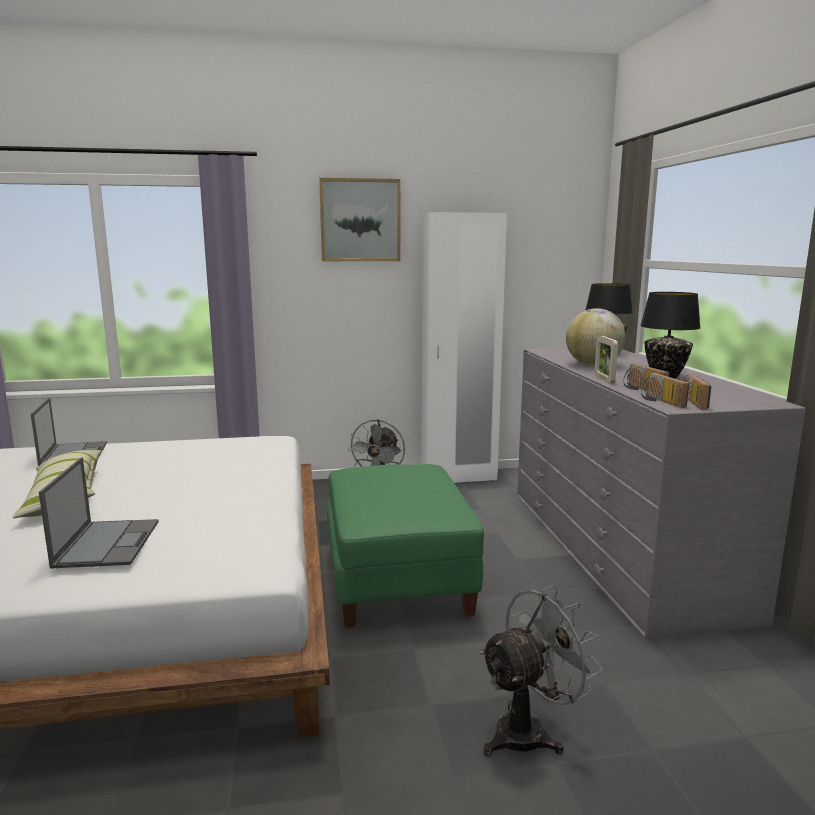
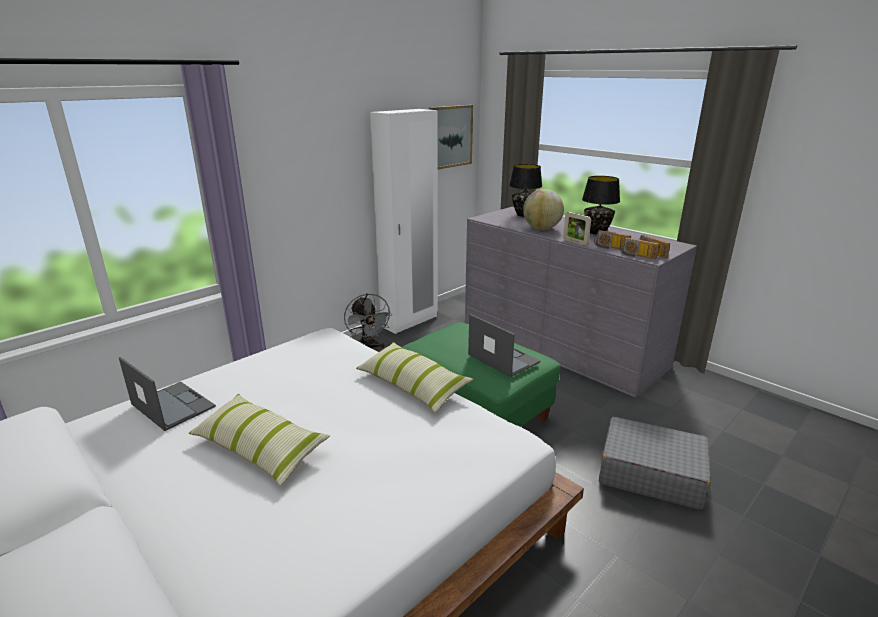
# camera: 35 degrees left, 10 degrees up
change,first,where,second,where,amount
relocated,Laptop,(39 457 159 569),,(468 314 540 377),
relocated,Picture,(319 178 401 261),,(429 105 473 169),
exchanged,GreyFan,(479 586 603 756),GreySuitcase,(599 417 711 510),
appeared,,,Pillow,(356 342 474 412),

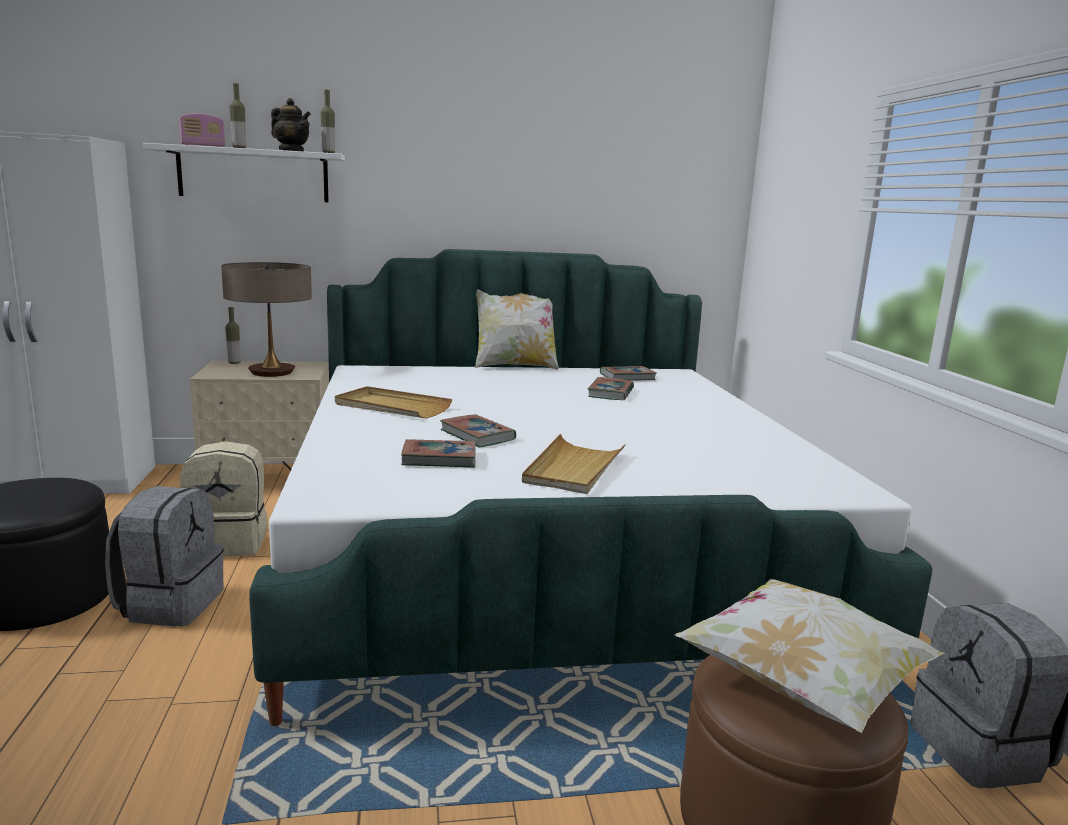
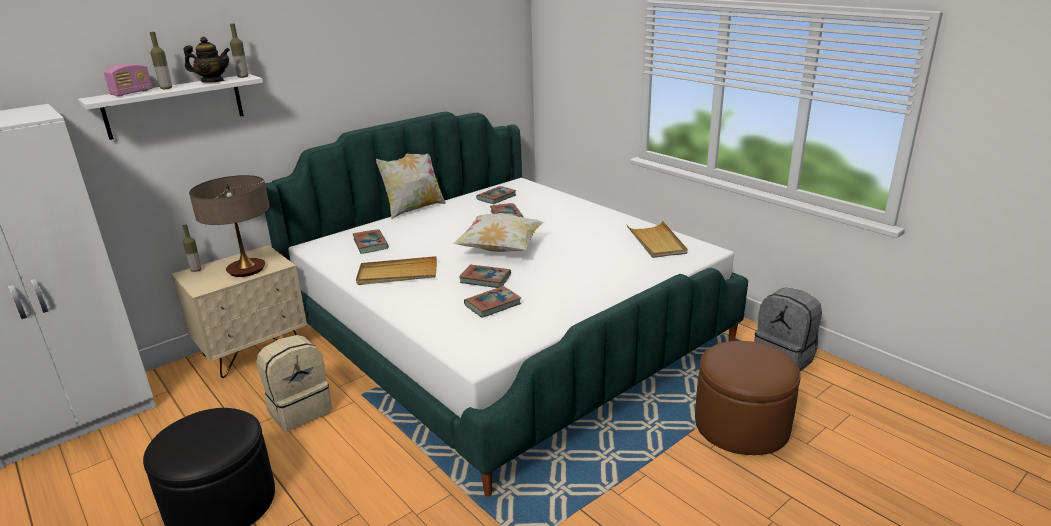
# camera: 30 degrees left, 10 degrees up
change,first,where,second,where,amount
missing,GreyBackpack,(105 486 224 626),,,
relocated,BeigeTray,(522 434 626 494),,(627 221 688 258),
relocated,Pillow,(674 579 944 733),,(453 213 544 252),
appeared,,,Book,(353 229 389 254),

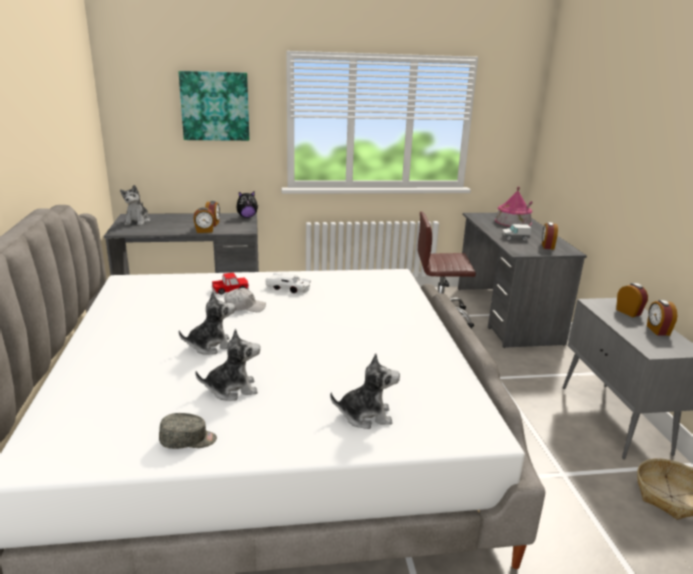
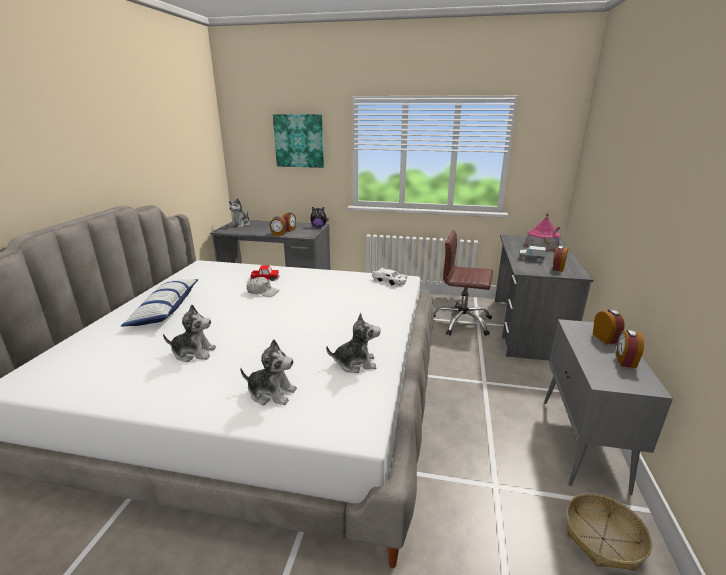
# camera: 20 degrees right, 0 degrees up
change,first,where,second,where,amount
missing,GreyCap,(159 413 217 449),,,
relocated,PlushToy,(179 291 235 355),,(326 313 381 373),
relocated,WhiteToyCar,(265 272 311 293),,(372 268 407 286),
appeared,,,Pillow,(121 279 198 327),

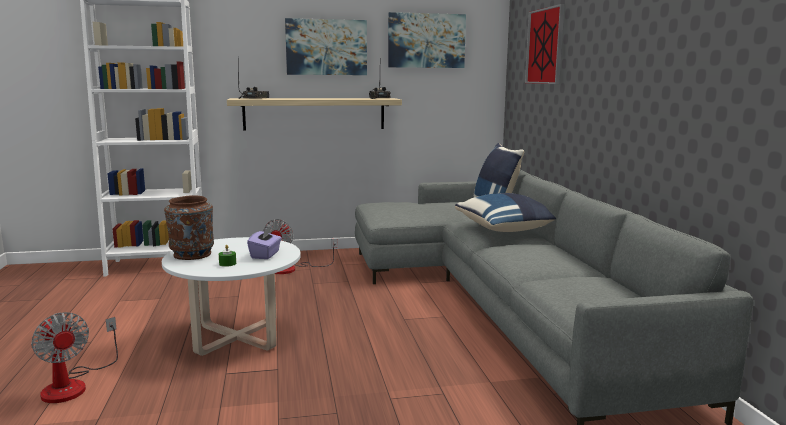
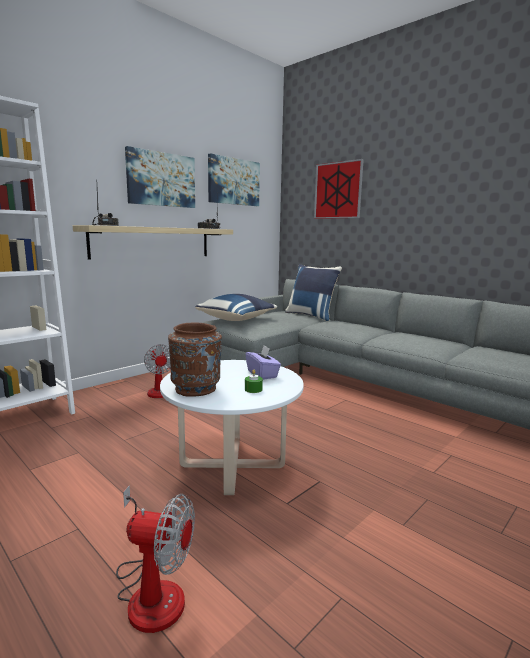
# camera: 35 degrees left, 0 degrees up
change,first,where,second,where,amount
relocated,BluePillow,(455 193 556 232),,(195 294 277 321),

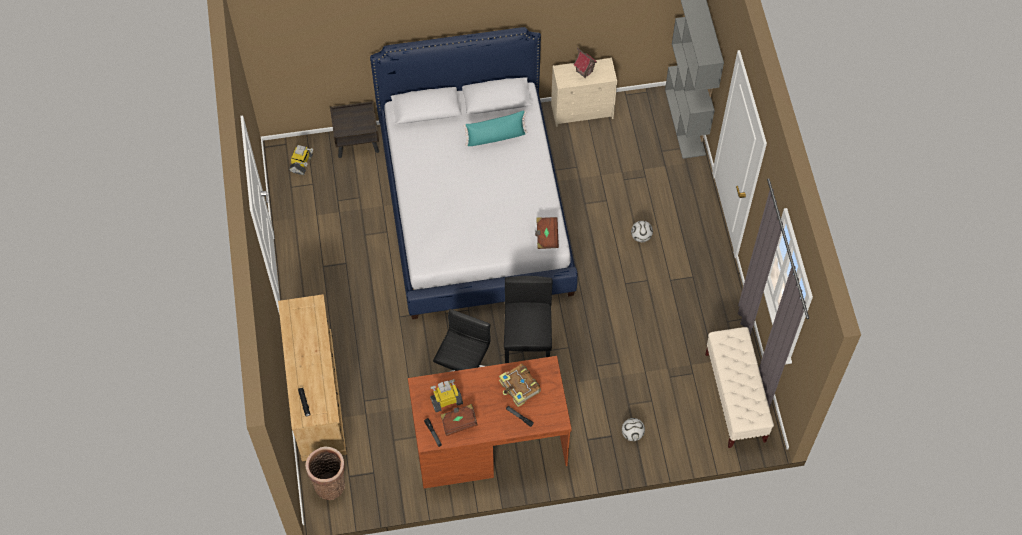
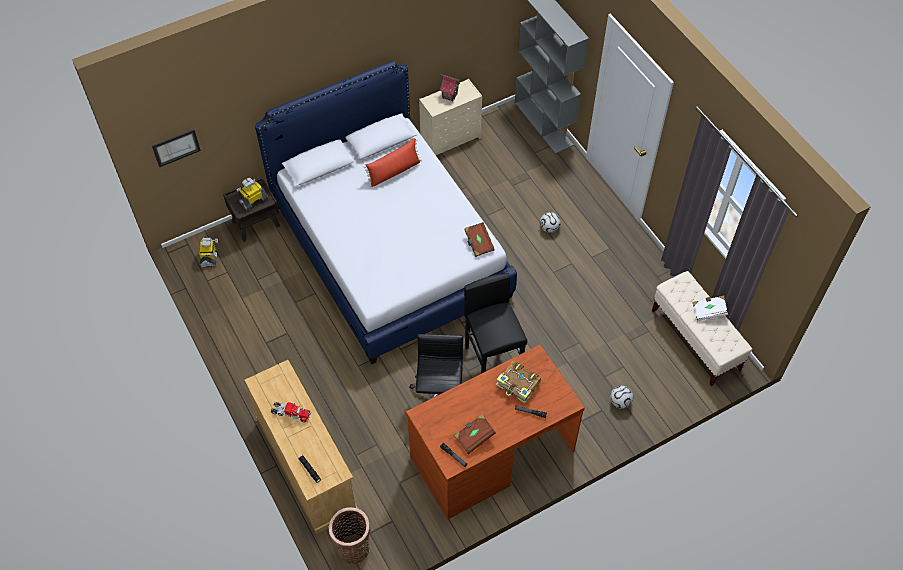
# camera: 20 degrees left, 5 degrees down
change,first,where,second,where,amount
relocated,ToyRobot,(430 379 463 412),,(236 178 268 210),
colour,TurquoisePillow,(463 111 527 146),RedPillow,(364 138 422 187),
appeared,,,Picture,(152 129 201 168),
appeared,,,ToyTruck,(271 402 311 423),
appeared,,,WhiteBook,(693 296 728 321),

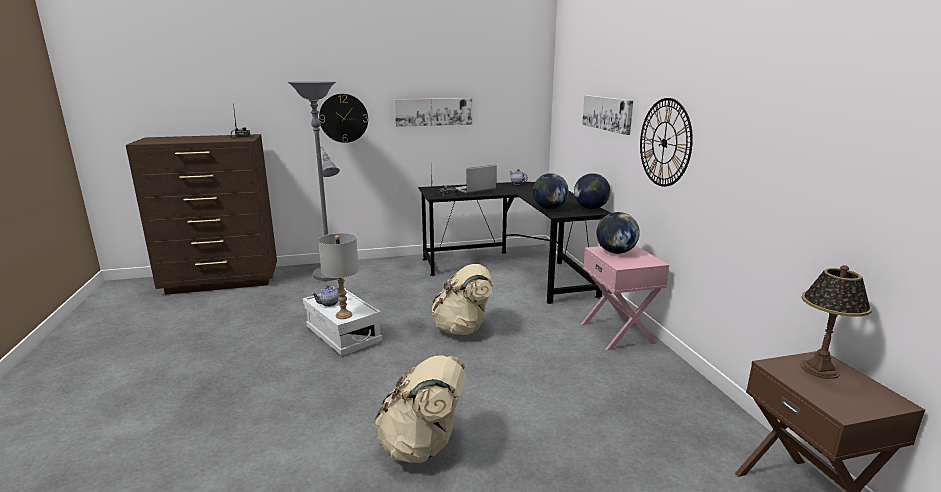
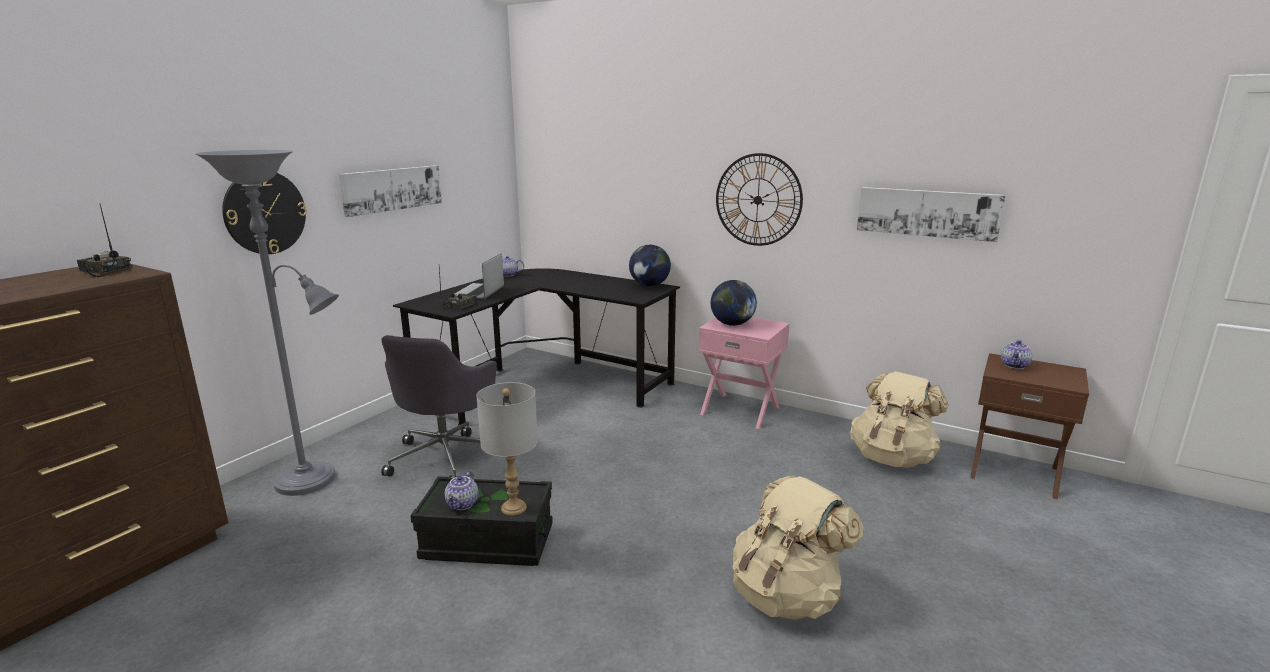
# camera: 45 degrees left, 0 degrees up
change,first,where,second,where,amount
colour,WhiteStorageBox,(303 288 382 356),BlackStorageBox,(410 476 553 566),
relocated,BeigeBackpack,(432 264 493 335),,(850 371 949 468),
missing,Globe,(533 173 569 209),,,
relocated,Picture,(582 95 633 135),,(857 187 1006 242),
exchanged,TableLamp,(800 265 872 379),Teapot,(1001 340 1032 369),
appeared,,,GreyOfficeChair,(381 335 497 478),

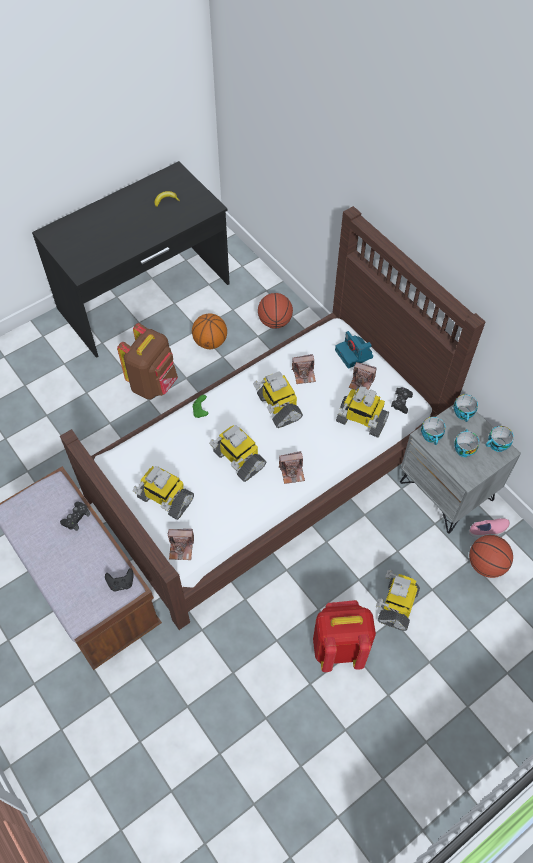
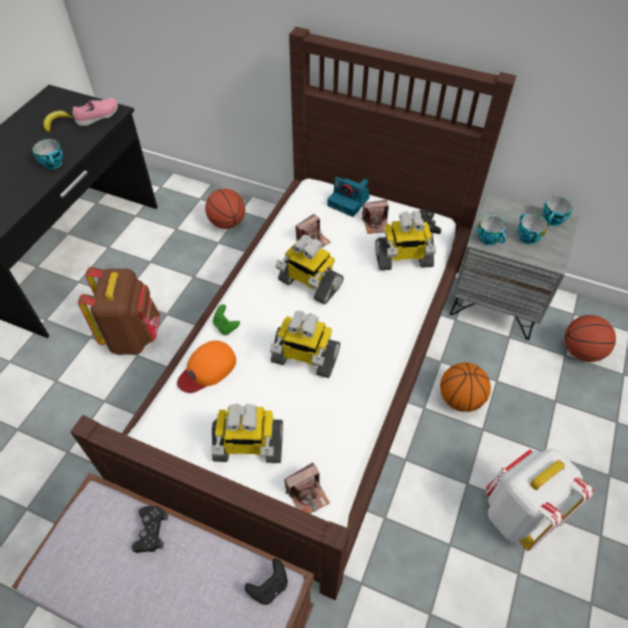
# camera: 30 degrees left, 5 degrees down
change,first,where,second,where,amount
relocated,Basketball,(192 313 227 349),,(440 363 491 412),
missing,PhotoCamera,(279 451 305 484),,,
colour,RedBackpack,(313 600 376 672),WhiteBackpack,(486 447 593 551),
missing,ToyRobot,(376 570 420 631),,,
relocated,Cup,(453 394 478 422),,(33 139 63 169),
relocated,PinkShoe,(469 518 510 537),,(73 98 118 127),
appeared,,,OrangeCap,(177 341 236 393),

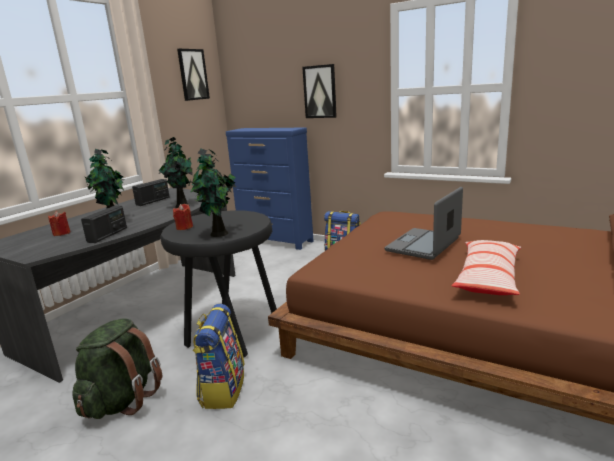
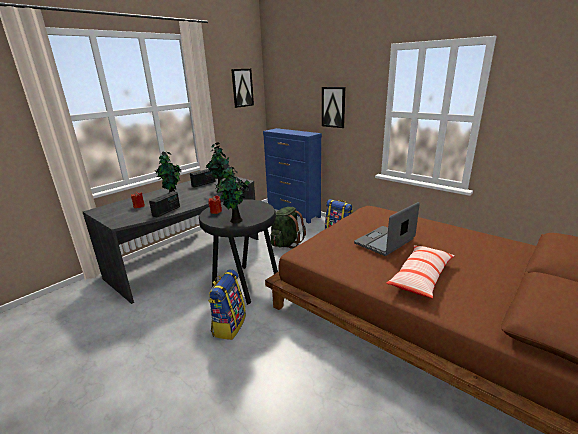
# camera: 10 degrees right, 5 degrees up
change,first,where,second,where,amount
relocated,GreenBackpack,(72 319 162 419),,(271 207 306 249),

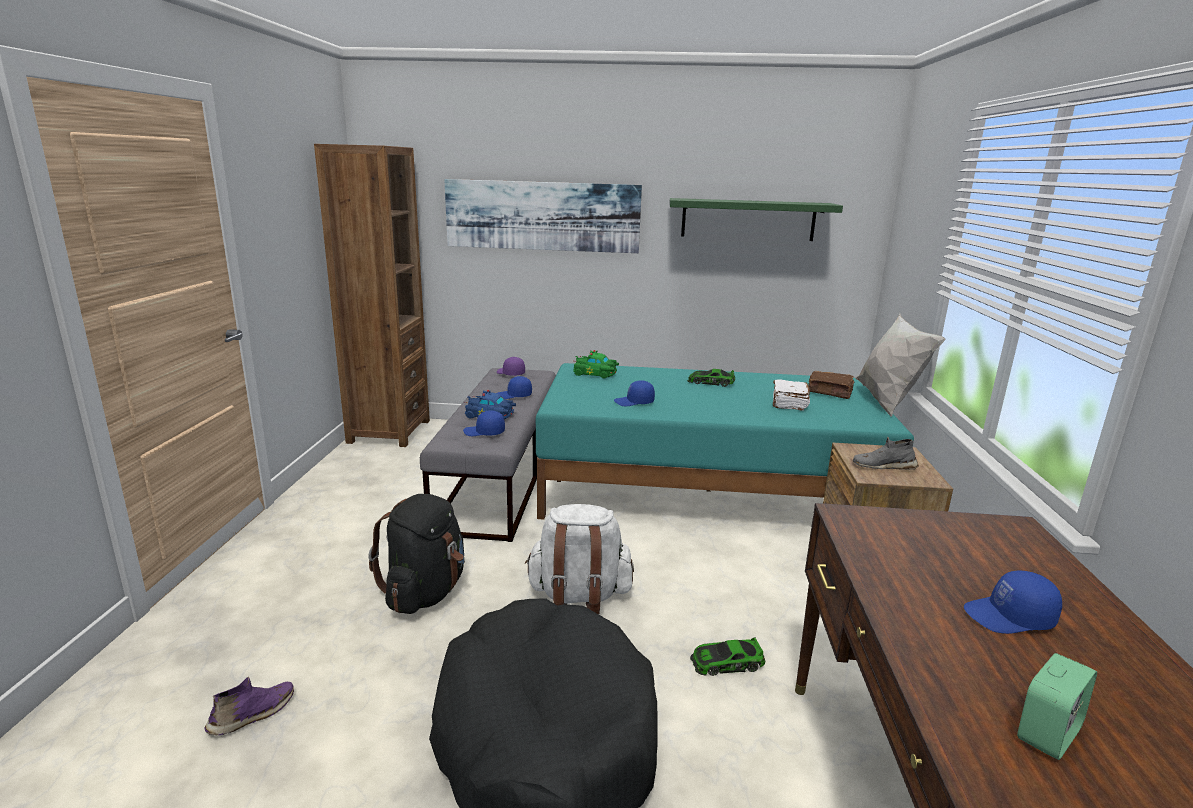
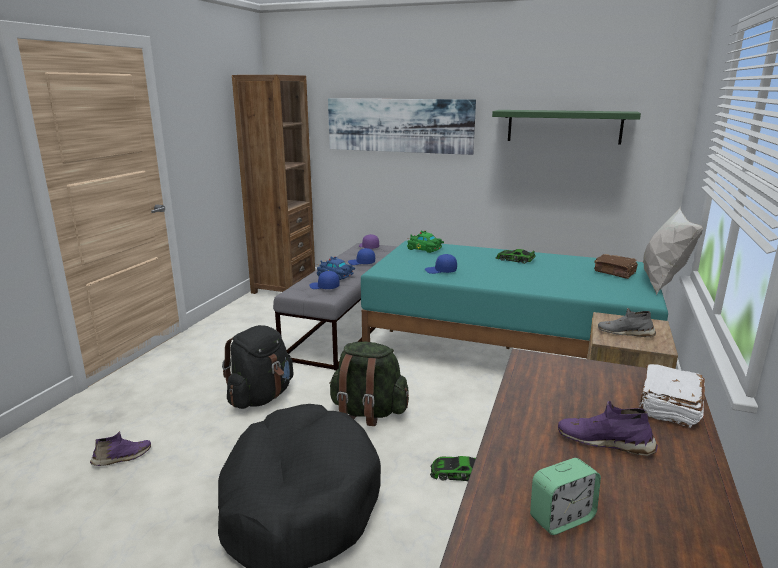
# camera: 15 degrees right, 0 degrees up
change,first,where,second,where,amount
colour,WhiteBackpack,(525 504 634 614),GreenBackpack,(329 342 409 426),
relocated,WhiteBook,(772 379 810 411),,(639 364 705 428),
exchanged,BlueCap,(964 571 1062 634),PurpleShoe,(558 401 658 456),

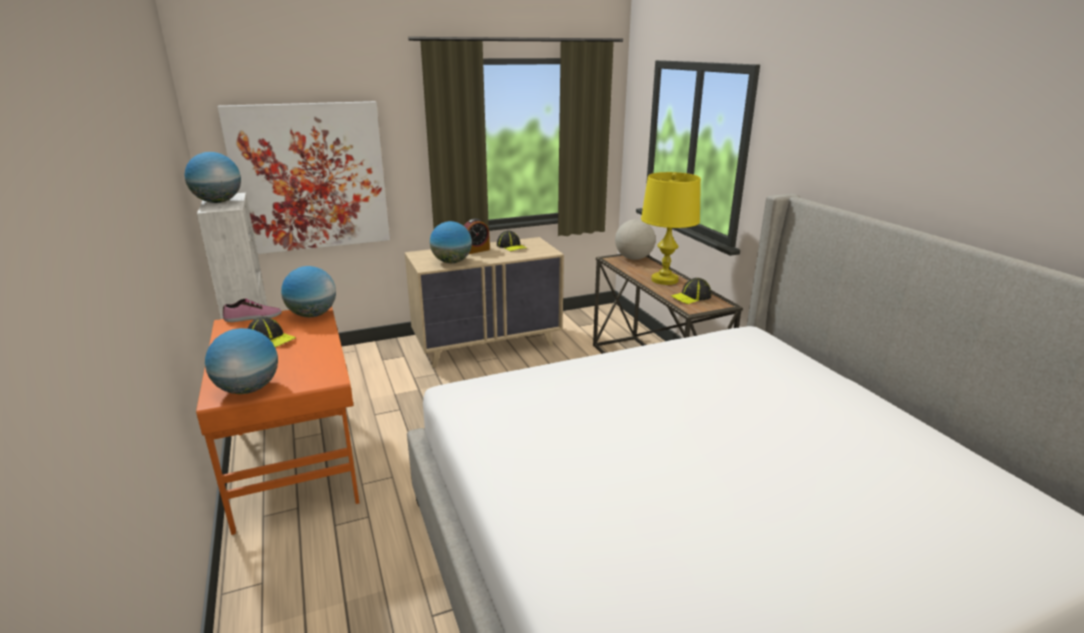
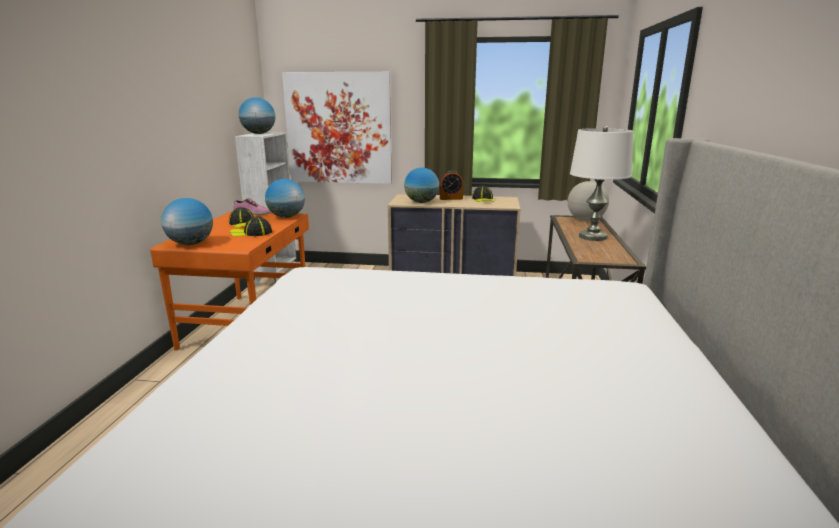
# camera: 30 degrees right, 5 degrees down
change,first,where,second,where,amount
colour,YellowTableLamp,(641 172 701 285),WhiteTableLamp,(570 126 634 241),
relocated,Cap,(671 278 711 304),,(230 216 272 236),

